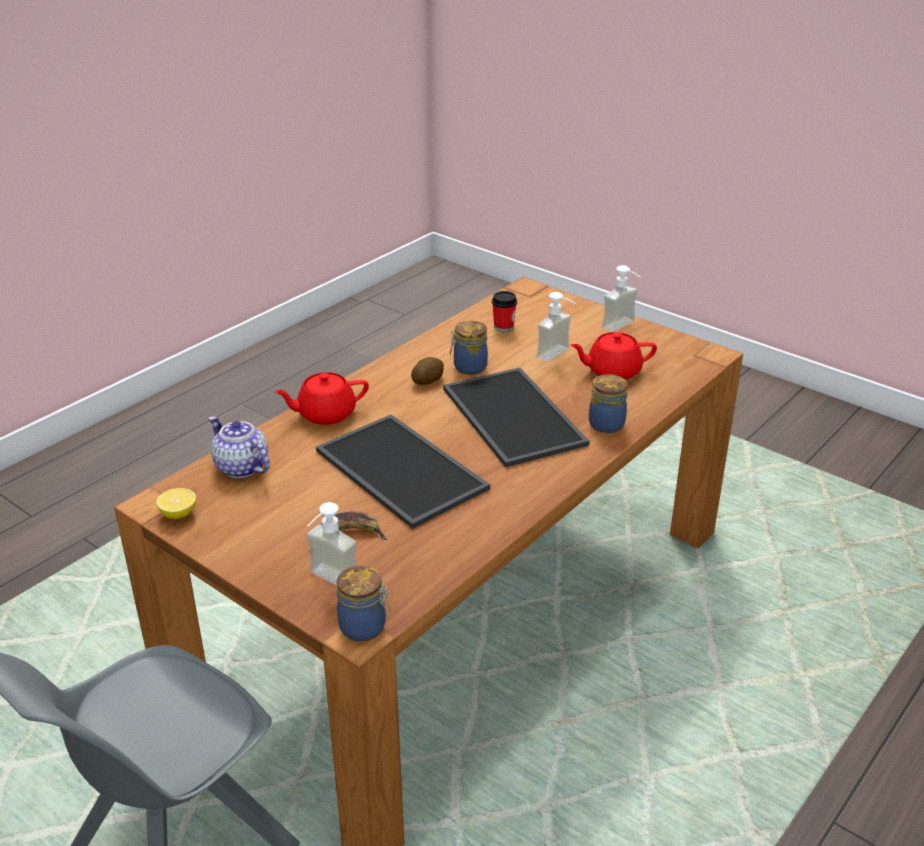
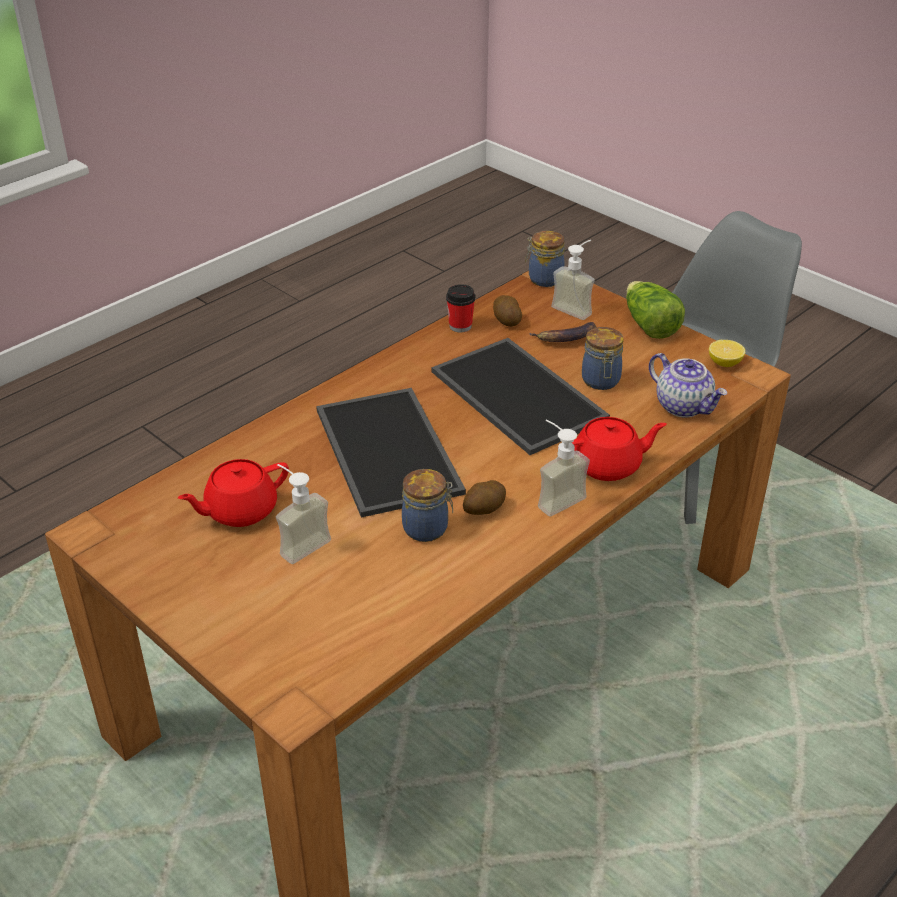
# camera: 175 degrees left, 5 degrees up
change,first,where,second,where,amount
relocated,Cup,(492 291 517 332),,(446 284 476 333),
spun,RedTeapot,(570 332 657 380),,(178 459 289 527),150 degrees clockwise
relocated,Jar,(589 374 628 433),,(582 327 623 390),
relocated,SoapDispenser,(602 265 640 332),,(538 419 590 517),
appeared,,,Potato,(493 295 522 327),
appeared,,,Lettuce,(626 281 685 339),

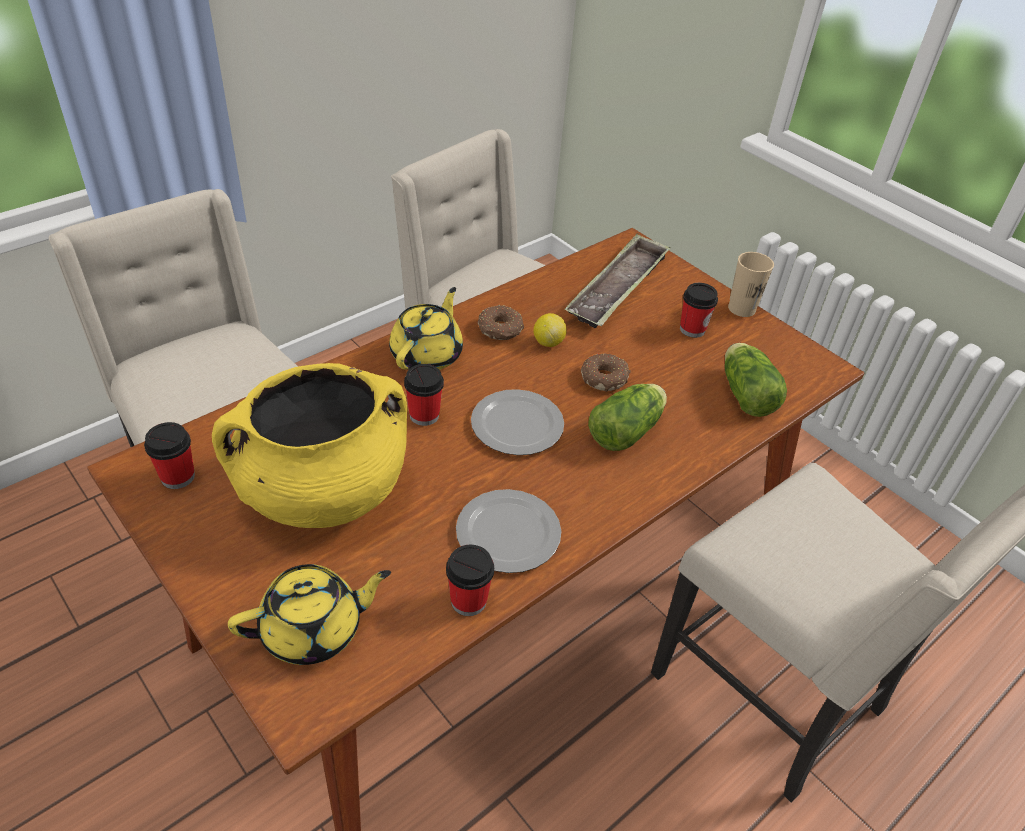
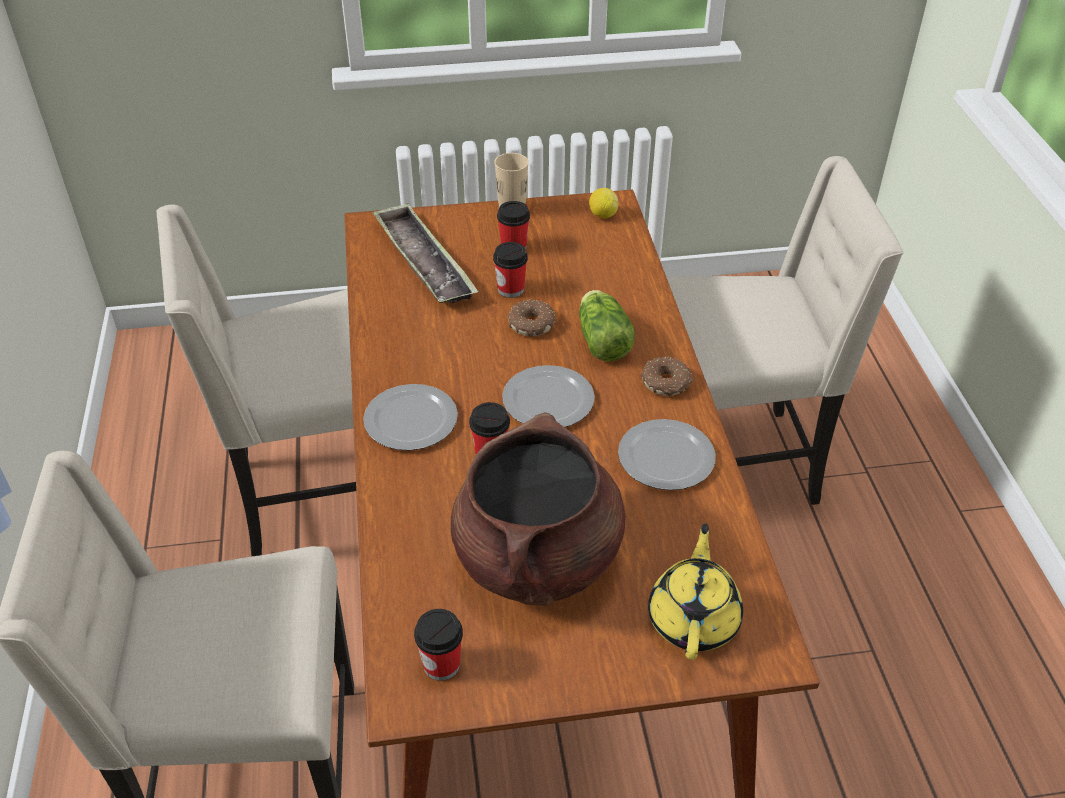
# camera: 55 degrees left, 0 degrees up
change,first,where,second,where,amount
colour,YellowCookingPot,(212 363 407 528),BrownCookingPot,(451 412 625 606),
exchanged,YellowTeapot,(389 287 463 370),Plate,(363 384 458 451),
relocated,Cup,(446 544 494 616),,(493 242 528 298),
relocated,Donut,(478 305 524 340),,(641 356 694 396),
relocated,Lemon,(533 313 567 347),,(589 188 618 218),
missing,Lettuce,(725 343 787 417),,,

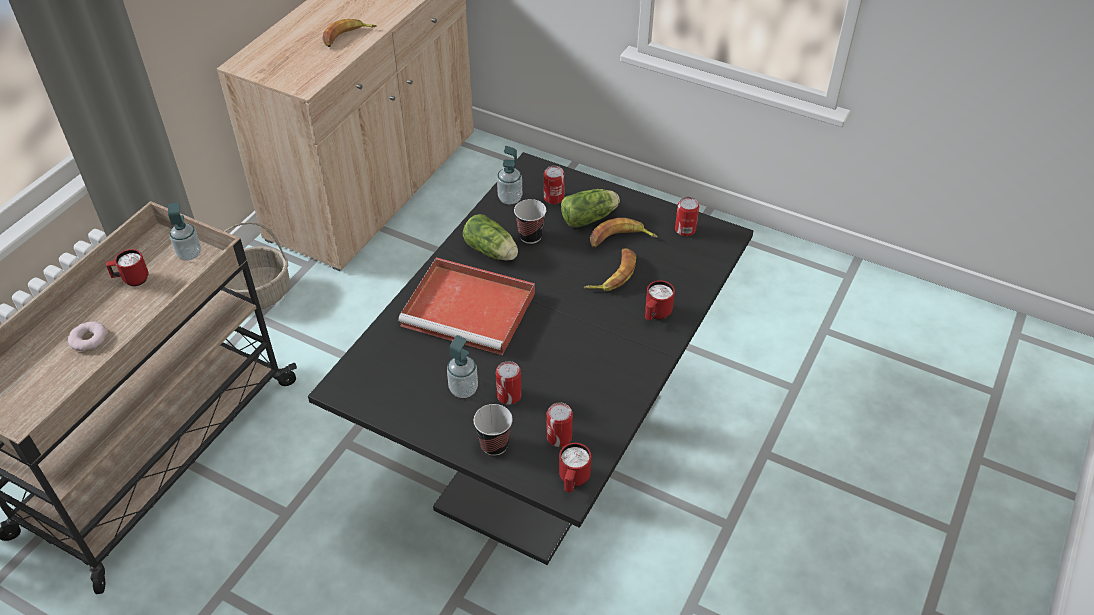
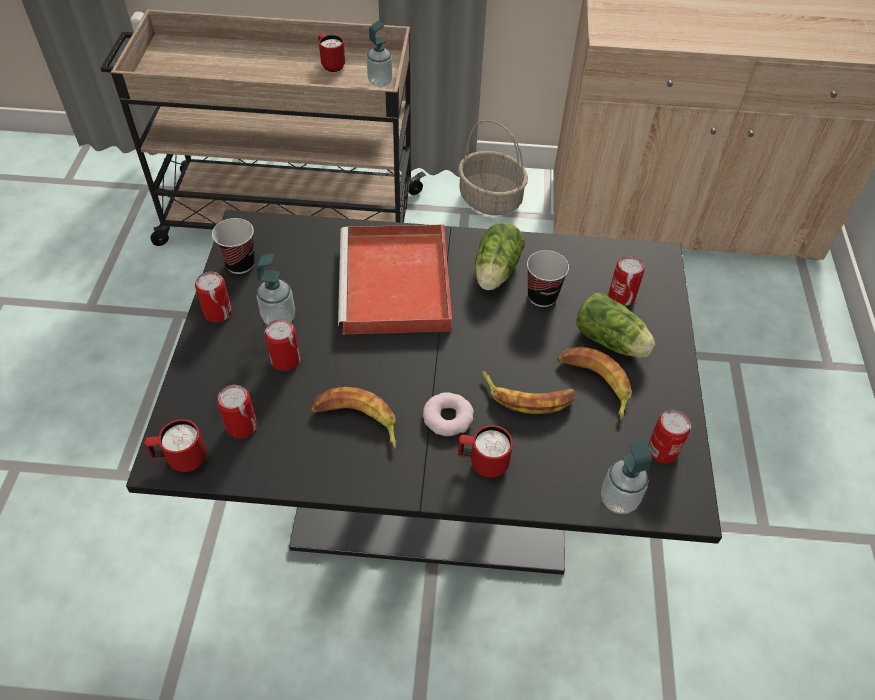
# camera: 65 degrees right, 5 degrees up
change,first,where,second,where,amount
relocated,Donut,(68 321 108 351),,(423 392 474 436),
relocated,Banana,(322 19 377 47),,(311 387 396 448),
relocated,Cup,(474 404 513 456),,(212 218 255 274),
relocated,SoapDispenser,(497 146 522 204),,(601 440 652 514),
appeared,,,Can,(195 271 232 322),

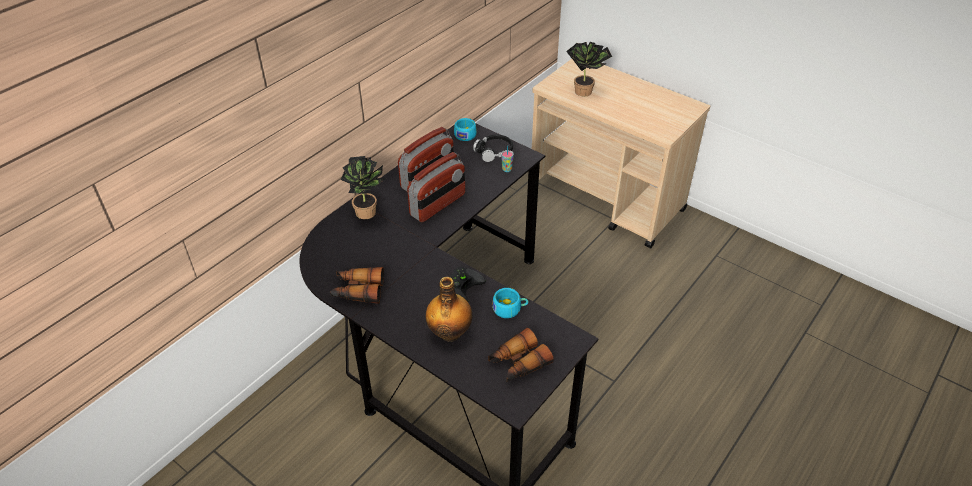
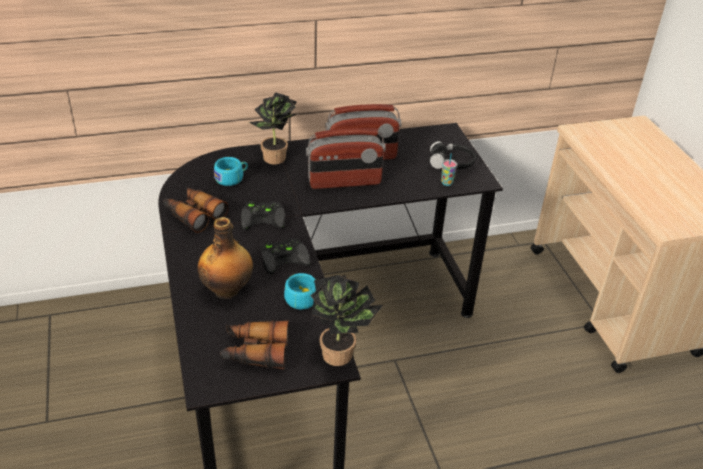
# camera: 35 degrees right, 5 degrees down
change,first,where,second,where,amount
relocated,TurquoiseCup,(454 118 477 141),,(214 157 248 186),
relocated,PottedPlant,(566 42 612 96),,(311 275 383 366),
appeared,,,BlackGameController,(241 201 285 230),

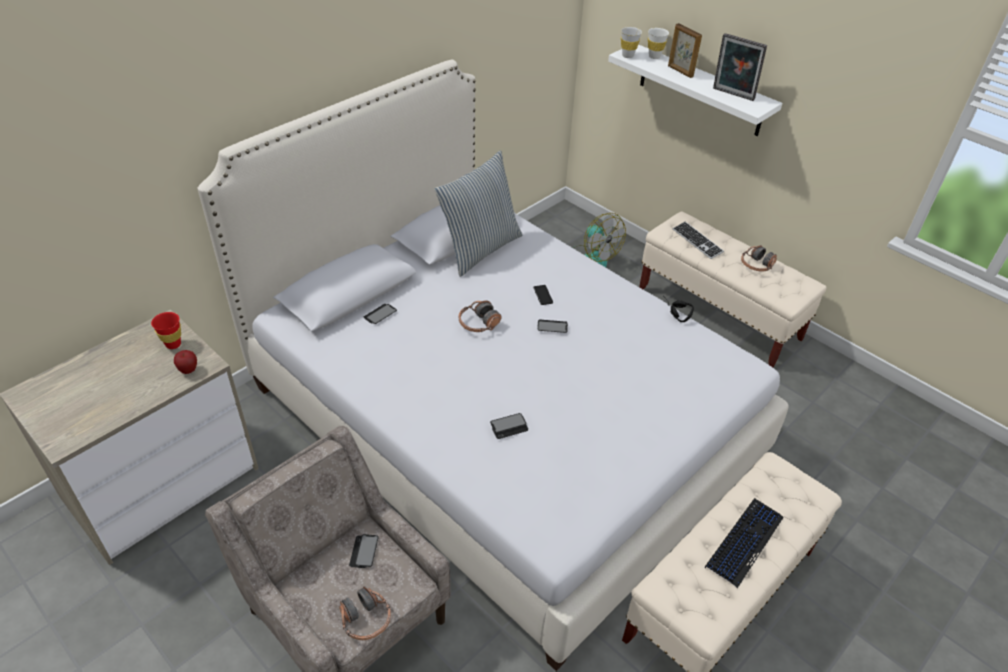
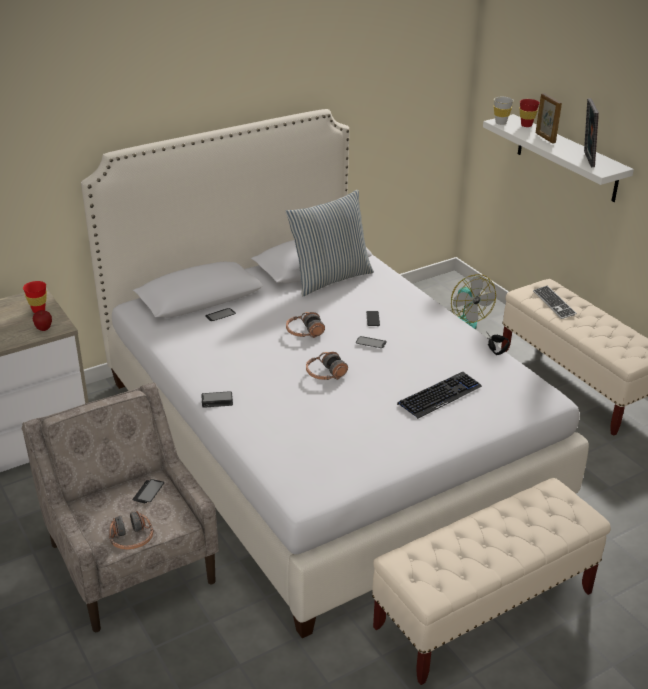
# camera: 15 degrees right, 10 degrees down
change,first,where,second,where,amount
relocated,Phone,(490 413 528 439),,(202 391 233 408),
colour,WhiteCup,(648 28 669 59),RedCup,(519 99 540 127),
relocated,Keyboard,(705 498 784 588),,(397 372 482 419),
spun,PictureFrame,(713 33 767 101),,(584 98 599 167),45 degrees clockwise
relocated,Headphones,(741 245 777 271),,(306 352 348 380),

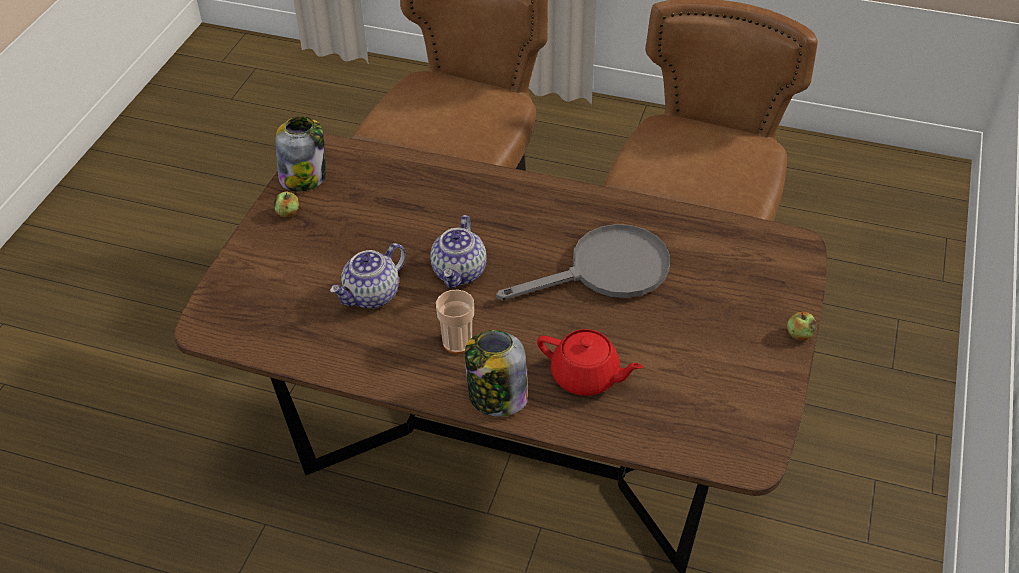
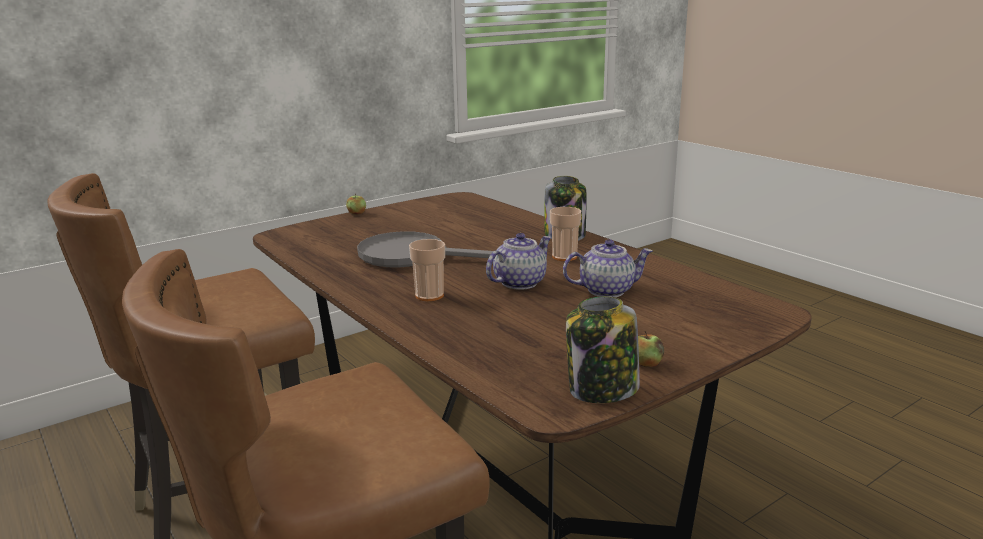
# camera: 145 degrees left, 25 degrees down
change,first,where,second,where,amount
missing,RedTeapot,(537 329 643 396),,,
appeared,,,Cup,(409 239 445 301),

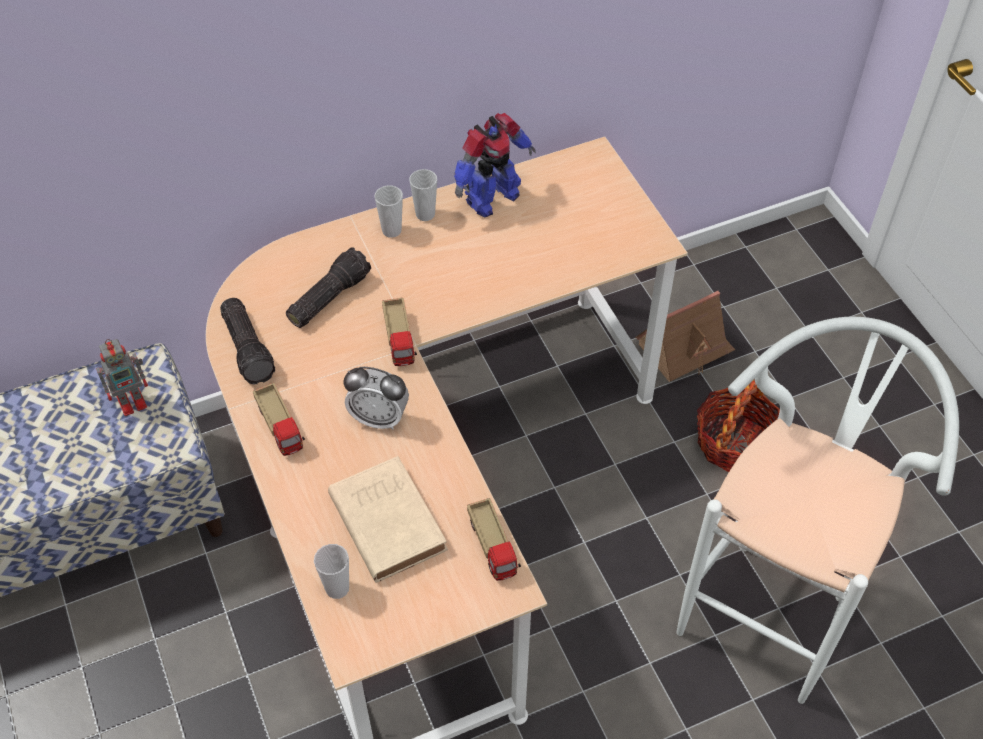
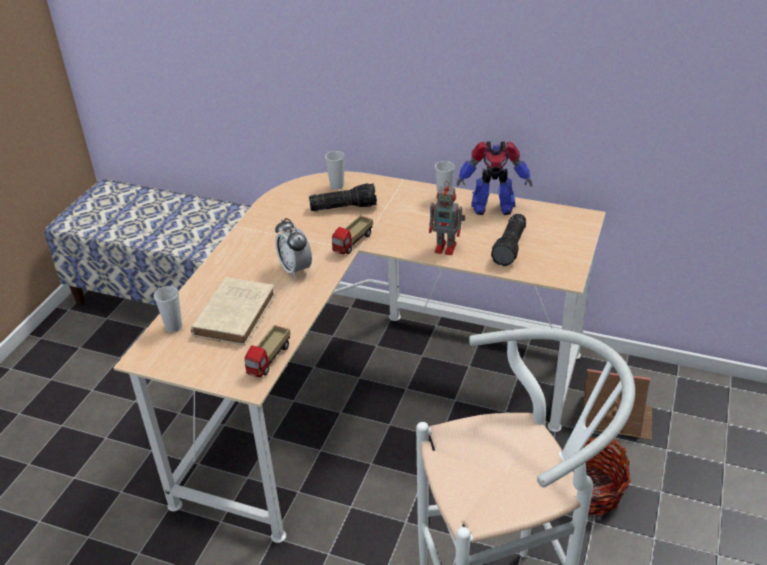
# camera: 45 degrees right, 15 degrees down
change,first,where,second,where,amount
relocated,ToyRobot,(96 339 148 416),,(429 181 466 255),
relocated,Flashlight,(220 298 275 384),,(491 214 526 266),
missing,ToyTruck,(253 383 305 456),,,
relocated,Cup,(374 185 403 238),,(325 151 345 190),

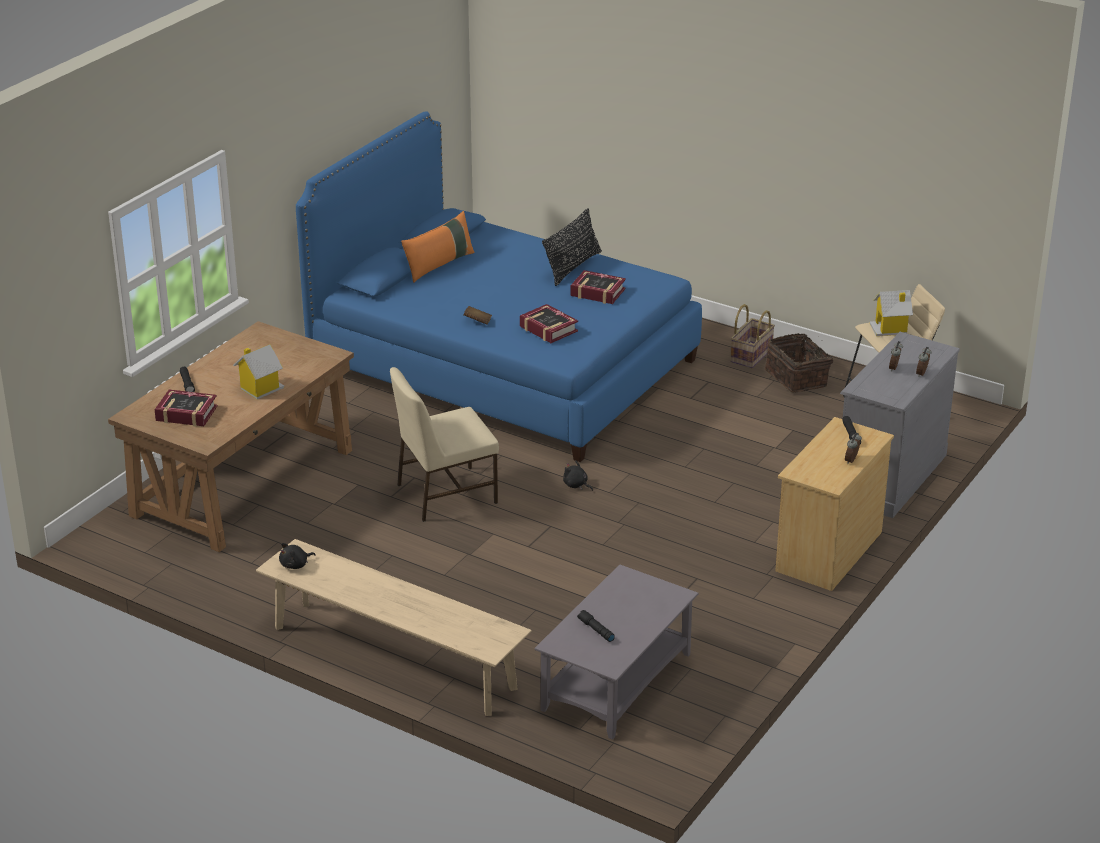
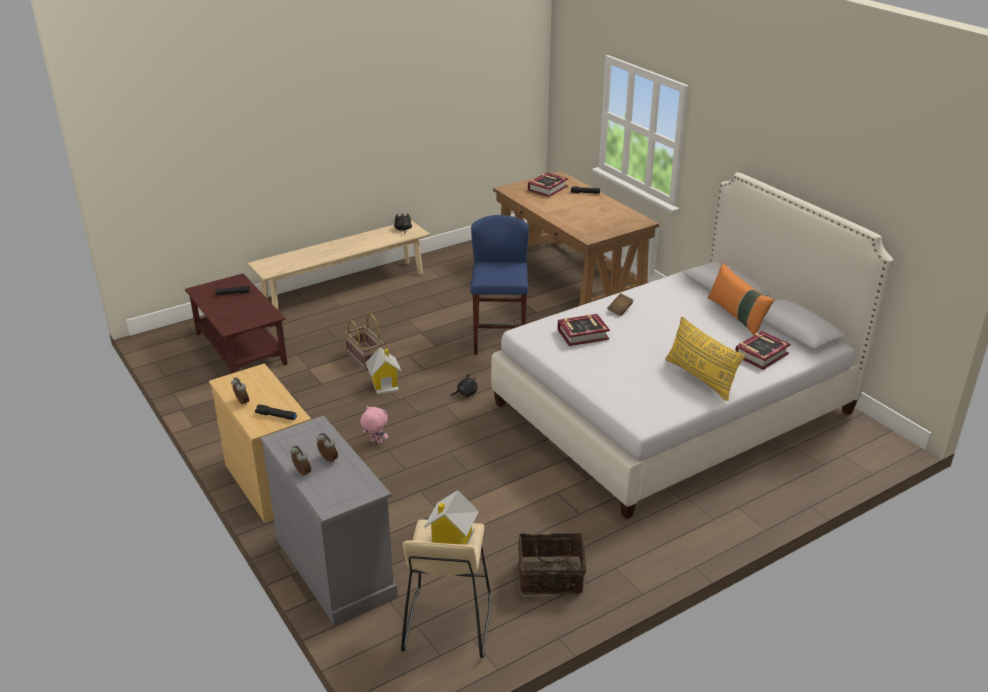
# camera: 115 degrees right, 0 degrees up
change,first,where,second,where,amount
relocated,ToyHouse,(233 344 284 399),,(366 347 401 395),
colour,BlueBed,(296 111 702 462),WhiteBed,(491 172 893 519),
exchanged,BeigeChair,(390 367 499 522),BlueStool,(470 215 529 355),
colour,GreyCoffeeTable,(535 564 698 740),BrownCoffeeTable,(185 273 287 374),
colour,BlackPillow,(542 208 602 286),YellowPillow,(665 317 745 401),
relocated,Book,(571 270 626 304),,(735 331 791 370),
relocated,Basket,(730 304 775 368),,(345 313 384 370),
appeared,,,PinkPlushToy,(360 406 388 444),

